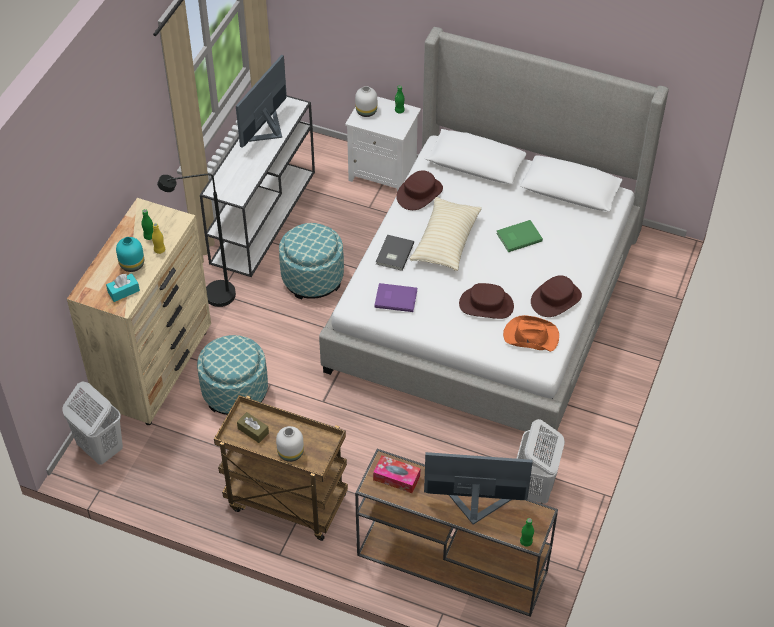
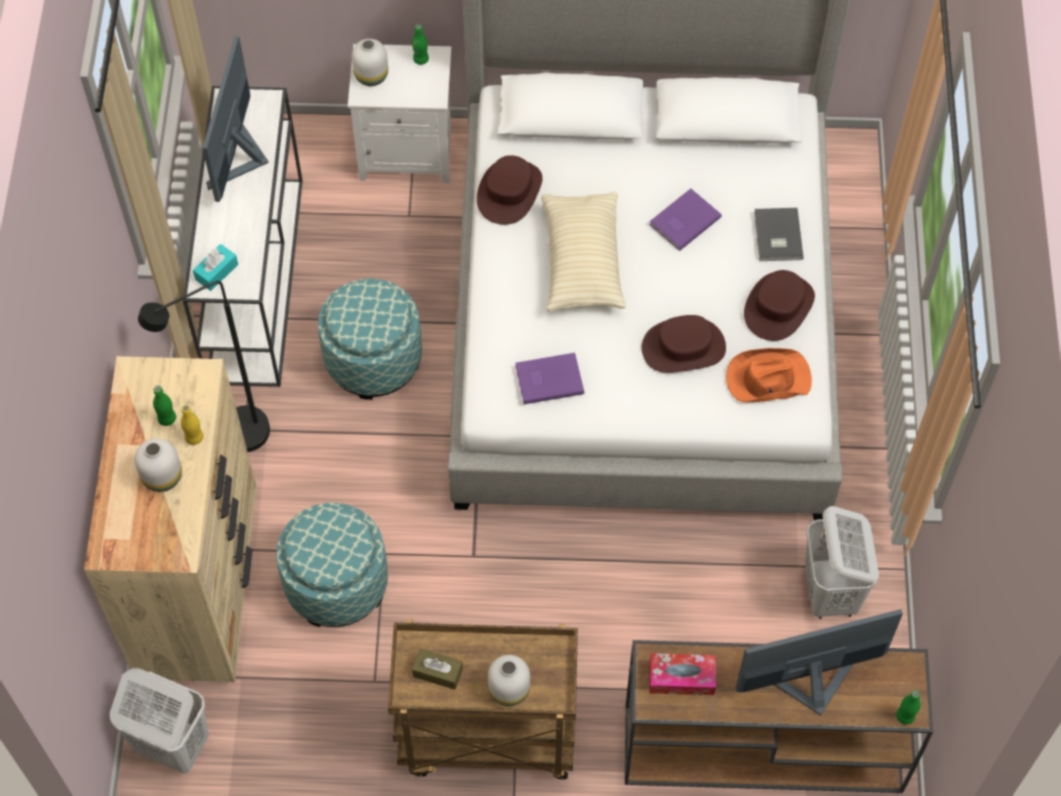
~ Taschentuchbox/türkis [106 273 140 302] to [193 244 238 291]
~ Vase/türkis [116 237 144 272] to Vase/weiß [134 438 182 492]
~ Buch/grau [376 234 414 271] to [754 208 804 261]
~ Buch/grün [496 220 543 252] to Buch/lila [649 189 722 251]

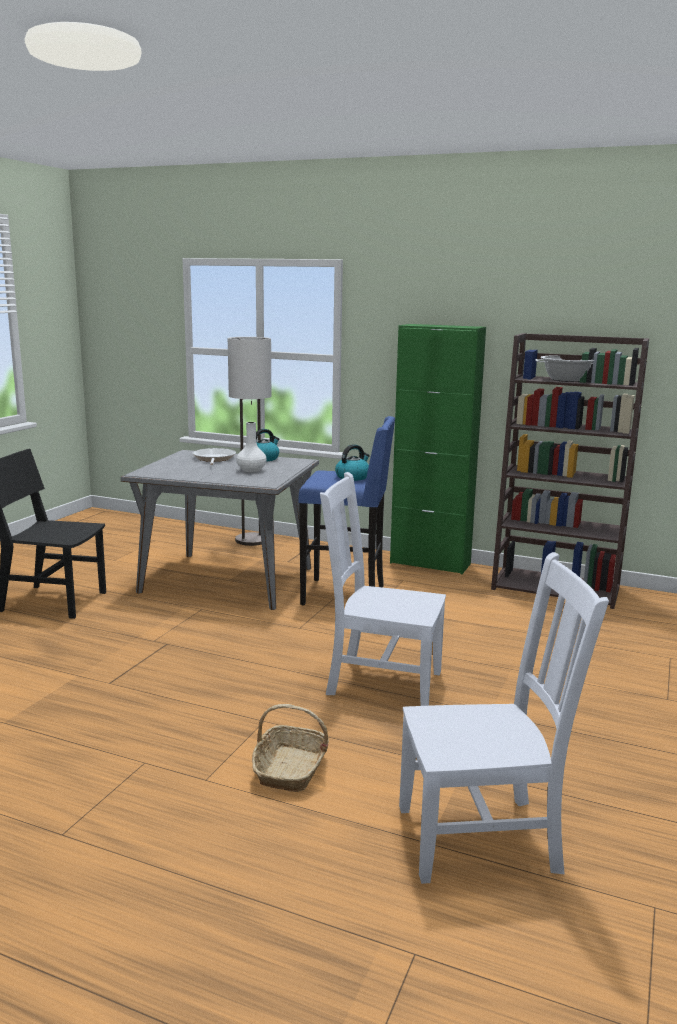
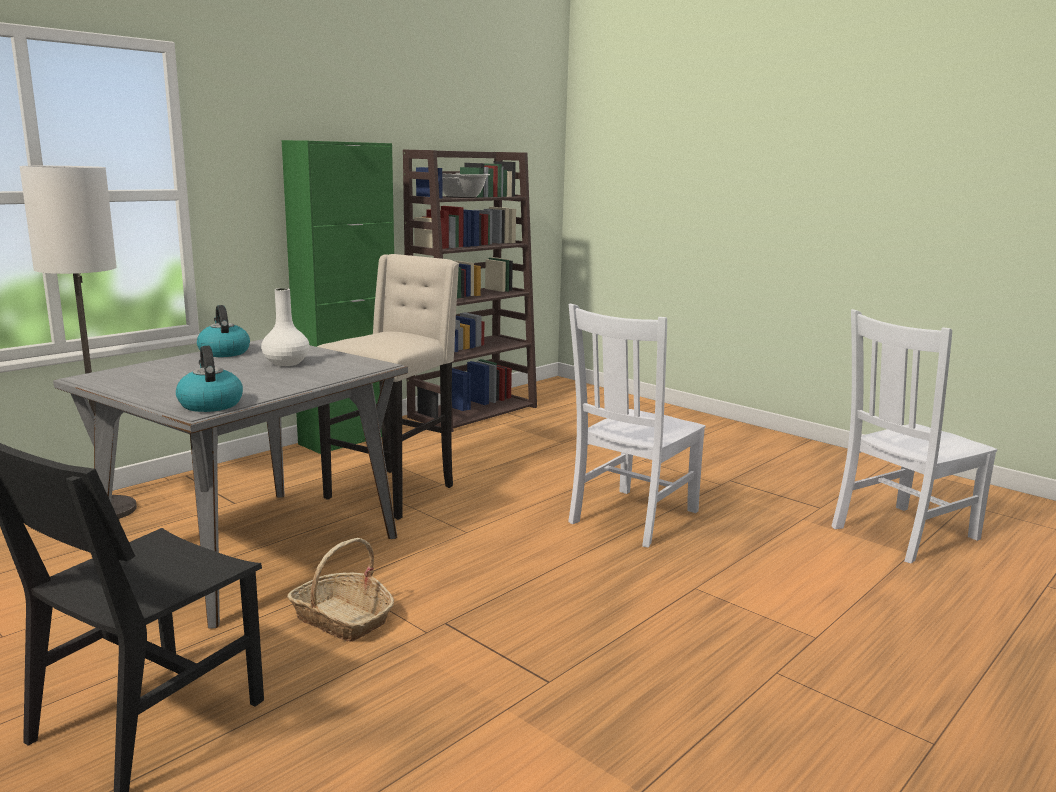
- Pfanne [192 448 236 465]
~ Korb [252 704 329 792] to [287 538 394 642]
~ Hocker/blau [298 416 395 605] to Hocker/beige [317 254 459 520]
~ Wasserkessel [335 444 370 481] to [176 346 243 412]
~ Stuhl/weiß [399 552 609 884] = [831 309 997 563] 135 degrees counterclockwise

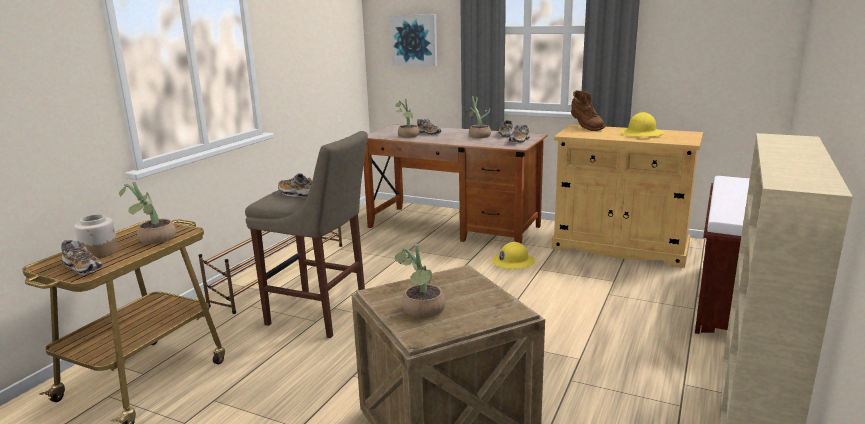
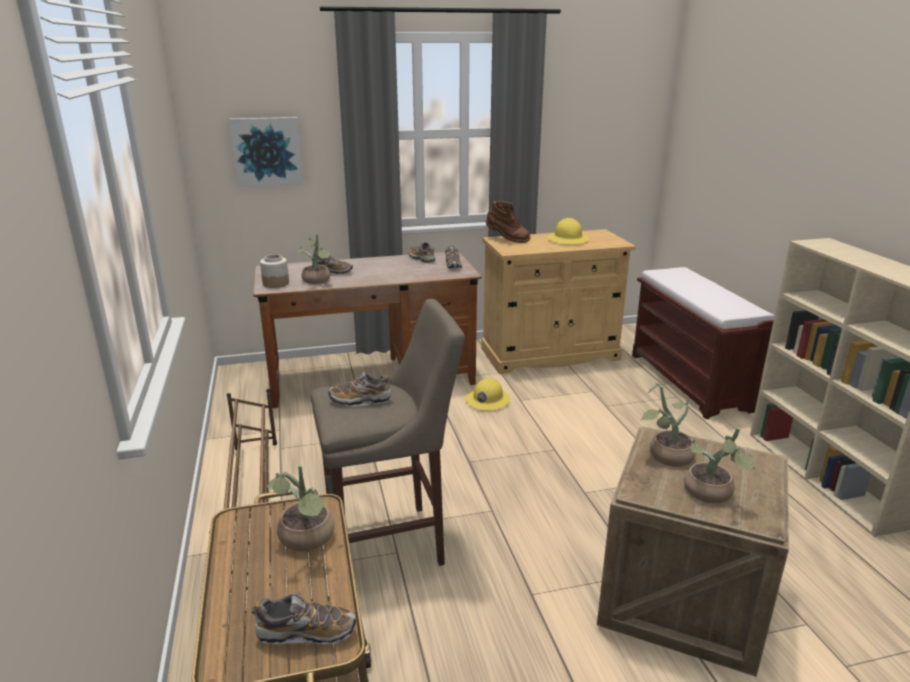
~ Vorratsglas [74 214 119 258] to [260 254 289 288]
~ Topfpflanze [464 96 491 138] to [641 383 696 467]

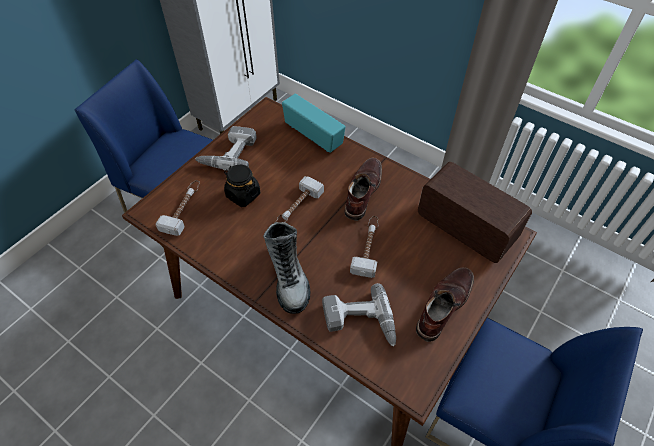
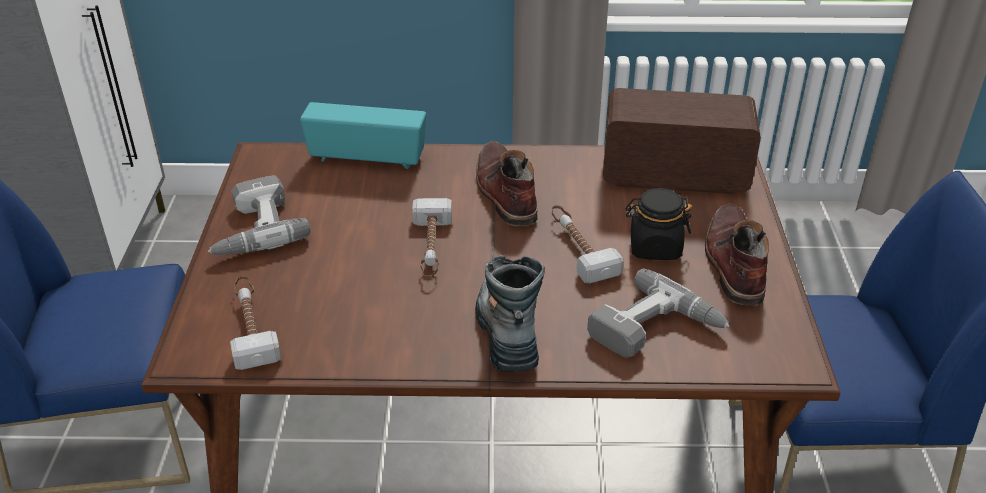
~ Vorratsglas/schwarz [224 165 260 207] to [625 188 692 260]
~ Stiefel [263 222 310 314] = [475 255 545 372] 135 degrees counterclockwise

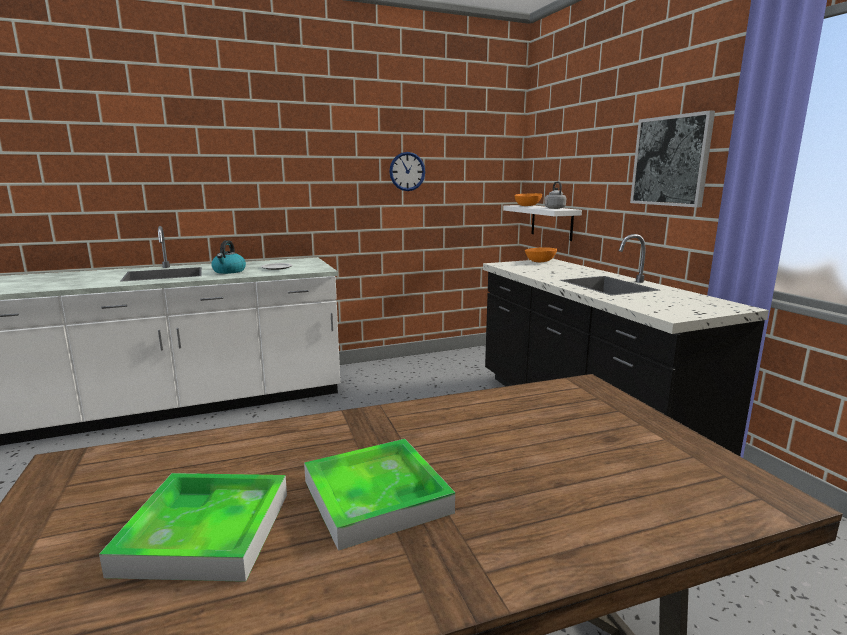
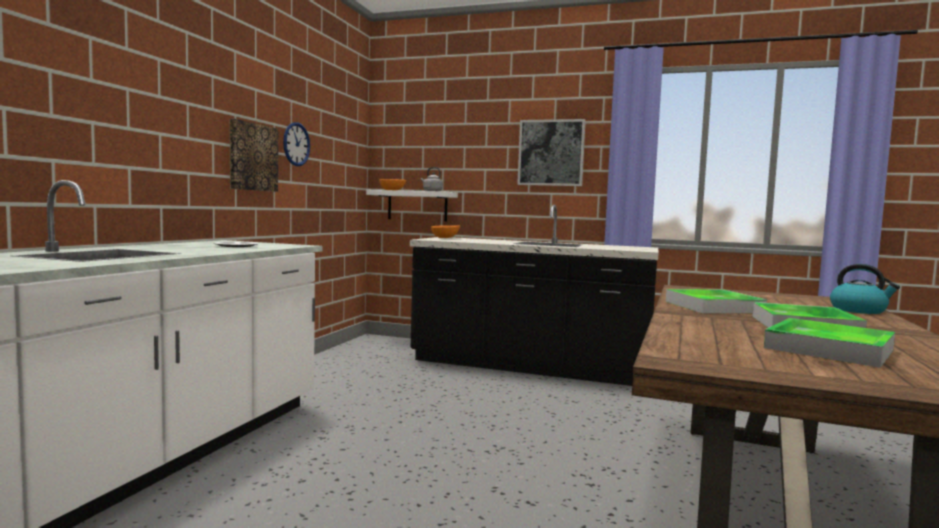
~ Wasserkessel [211 240 246 274] to [830 264 900 314]
+ Bild [230 119 278 192]
+ Tablett [666 289 767 313]

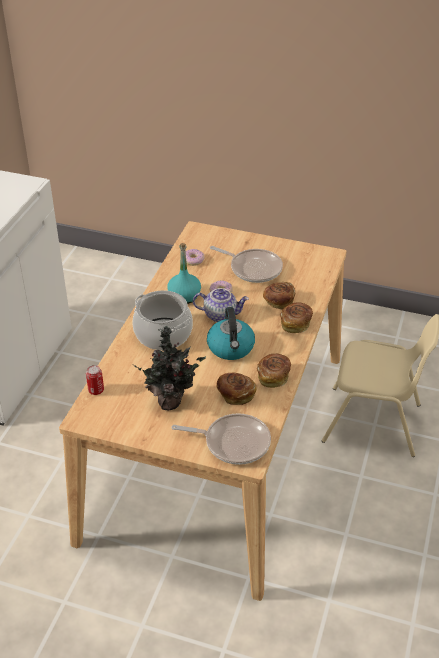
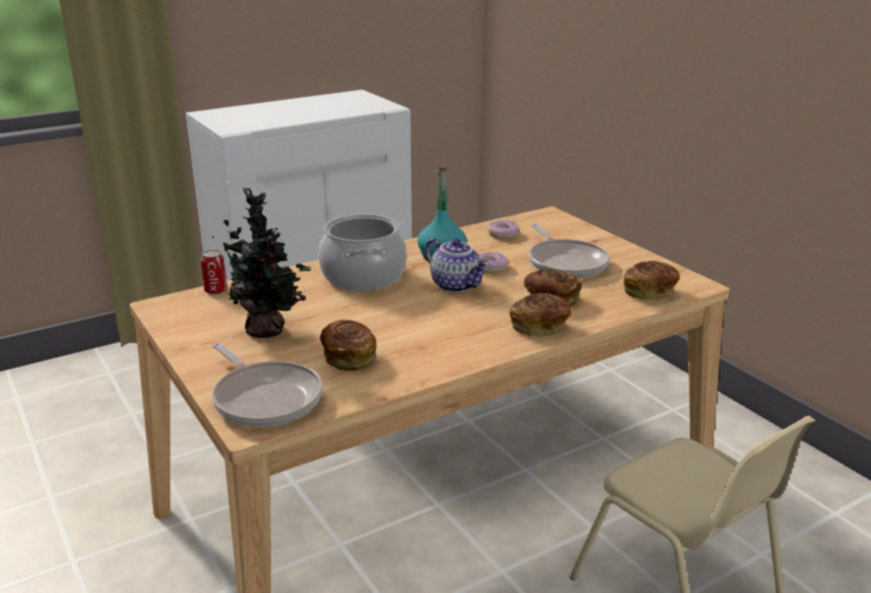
- Wasserkessel [207 307 255 360]
~ Brot [257 354 291 388] to [624 261 680 301]

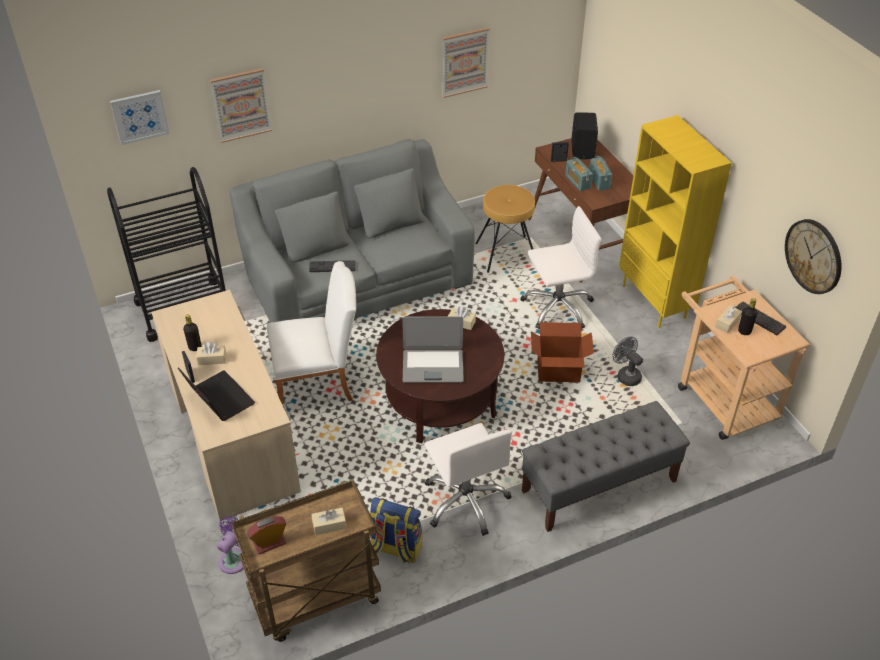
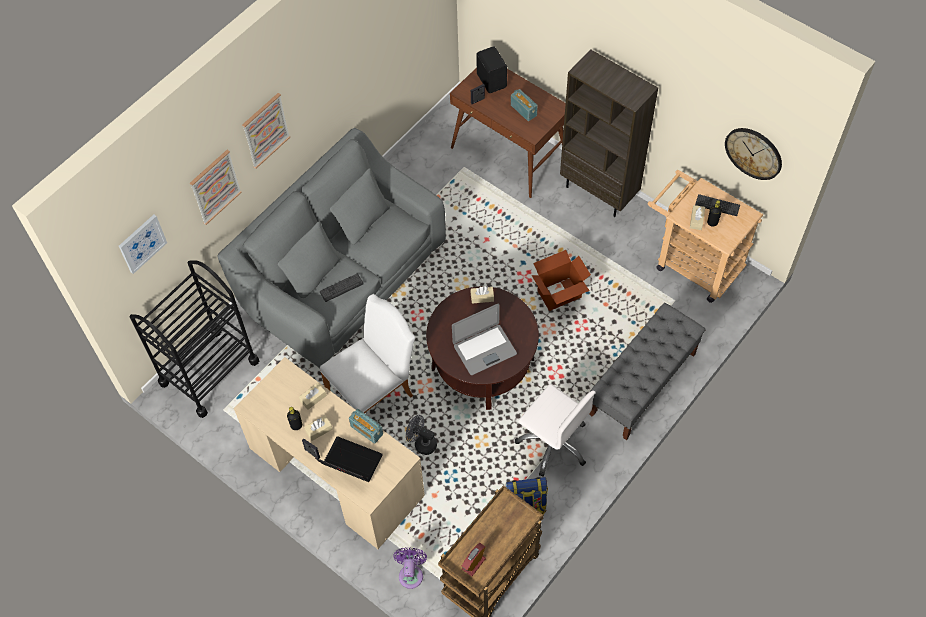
~ Taschentuchbox/beige [312 508 346 535] to [299 383 327 410]
~ Bild [442 27 490 98] to [242 93 290 169]
- Hocker/braun [475 185 535 273]
- Bürostuhl/weiß [520 206 602 329]
~ Radio [565 157 593 191] to [349 409 383 444]
~ Ventilator/grau [612 337 643 386] to [406 415 437 455]
~ Bücherregal/gelb [619 115 732 328] to Bücherregal/braun [560 49 658 217]

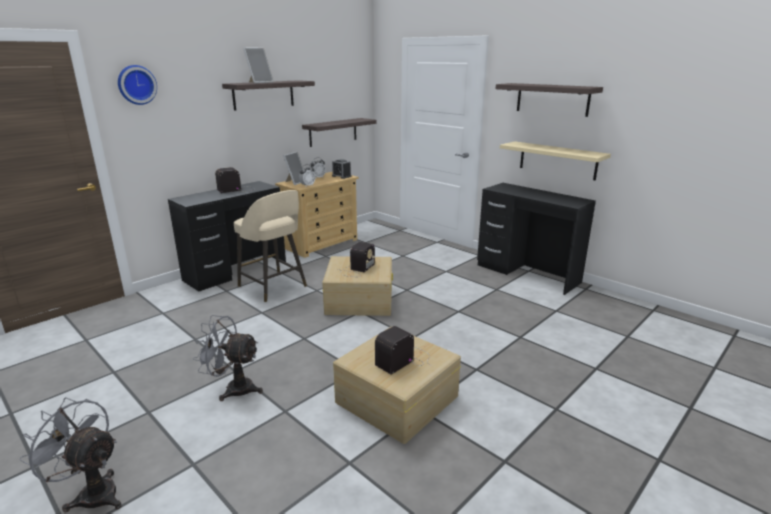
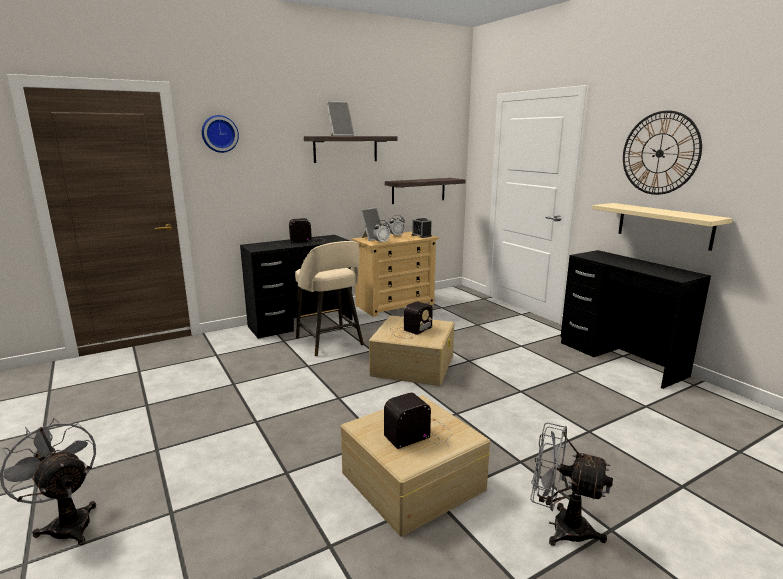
~ Ventilator/grau [193 315 263 401] to [530 423 613 546]
~ Wandregal [496 83 603 117] to Wanduhr [623 110 702 195]

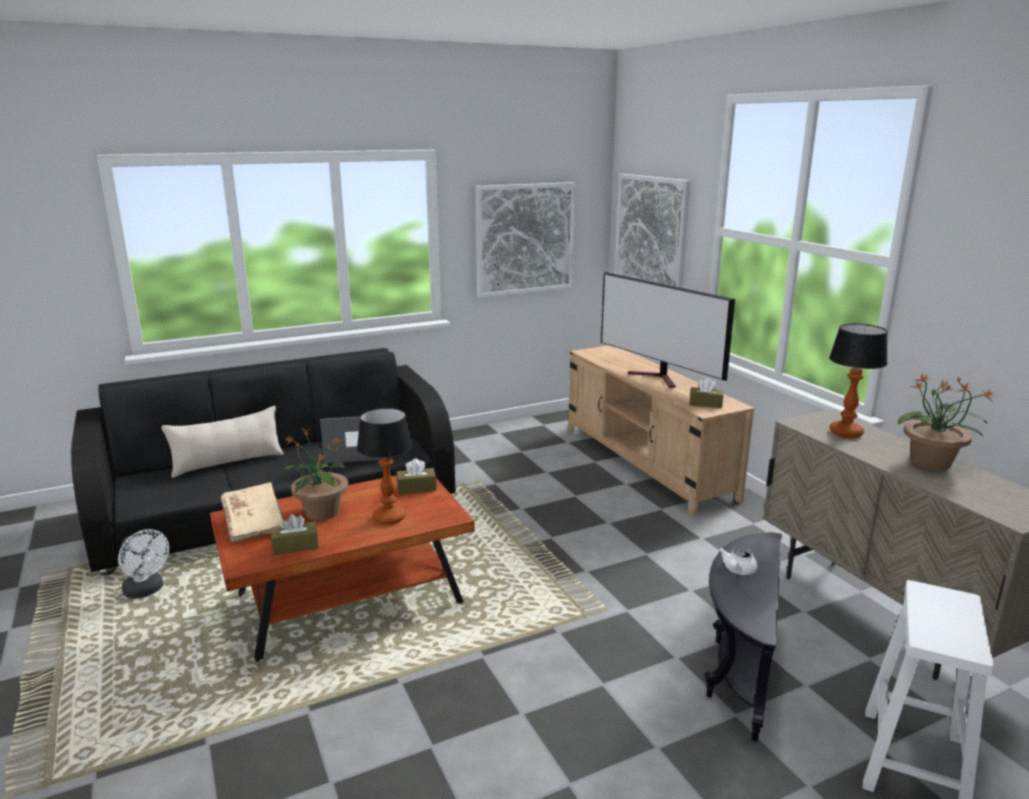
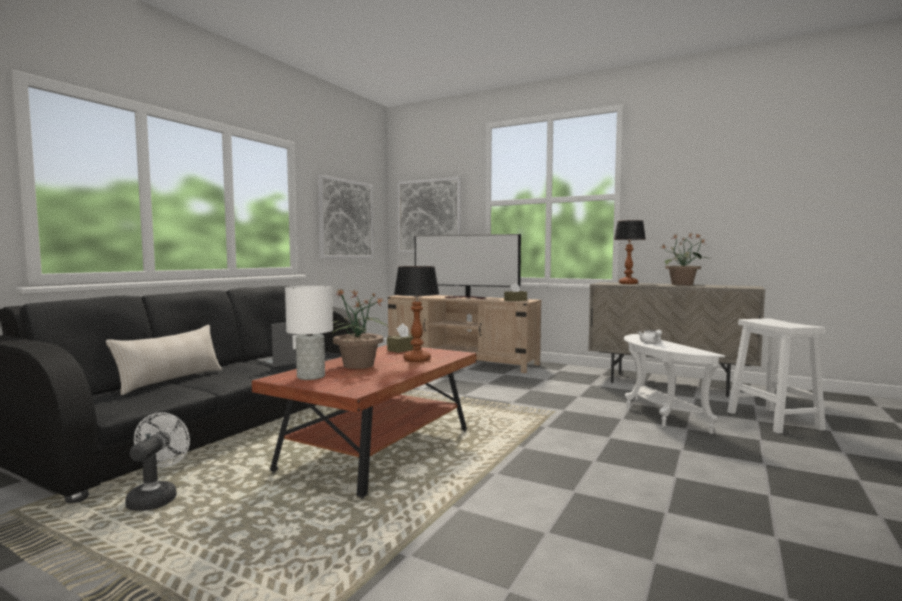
~ Ventilator/weiß [118 529 169 599] = [125 412 190 511] 90 degrees counterclockwise
~ Buch/beige [220 482 285 543] to Tischlampe/weiß [285 286 333 380]
- Taschentuchbox/braun [271 514 318 555]
~ Beistelltisch/schwarz [704 532 782 741] to Beistelltisch/weiß [624 334 725 434]

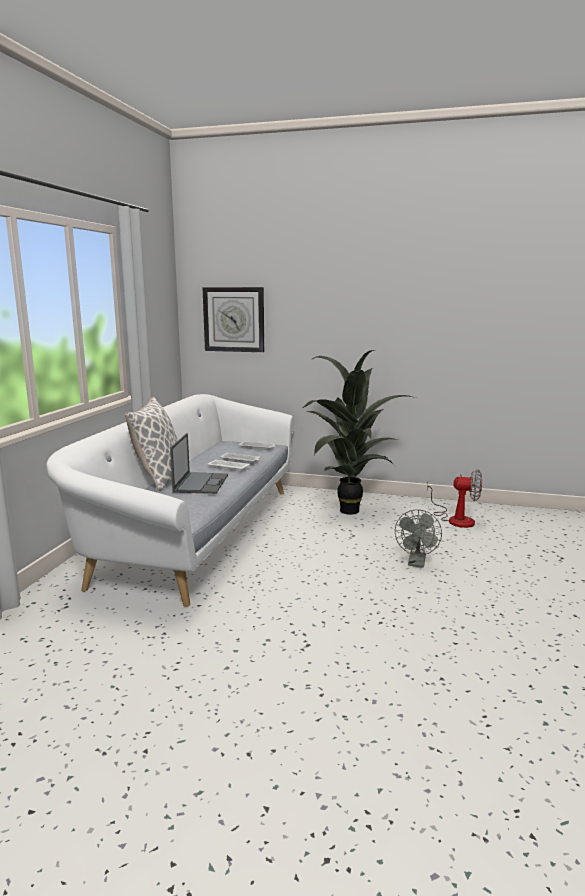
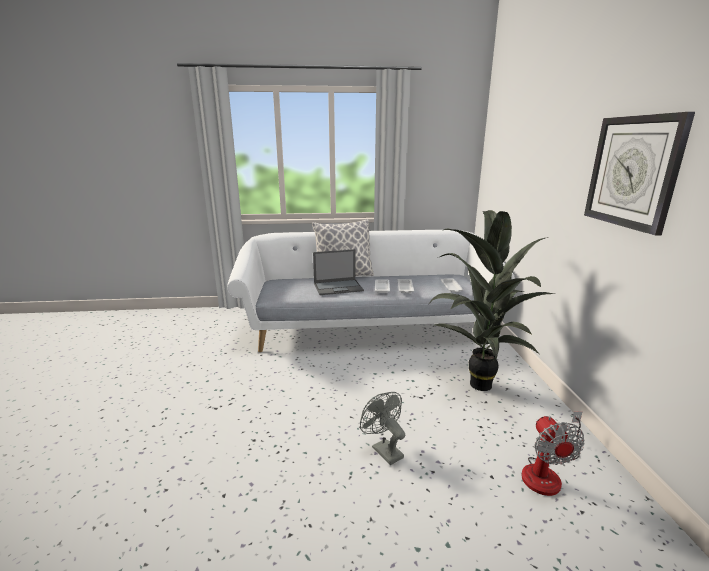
~ Wanduhr [202 287 264 352] to [584 112 695 236]
~ Ventilator/grau [395 509 442 567] = [360 392 405 465] 60 degrees clockwise

